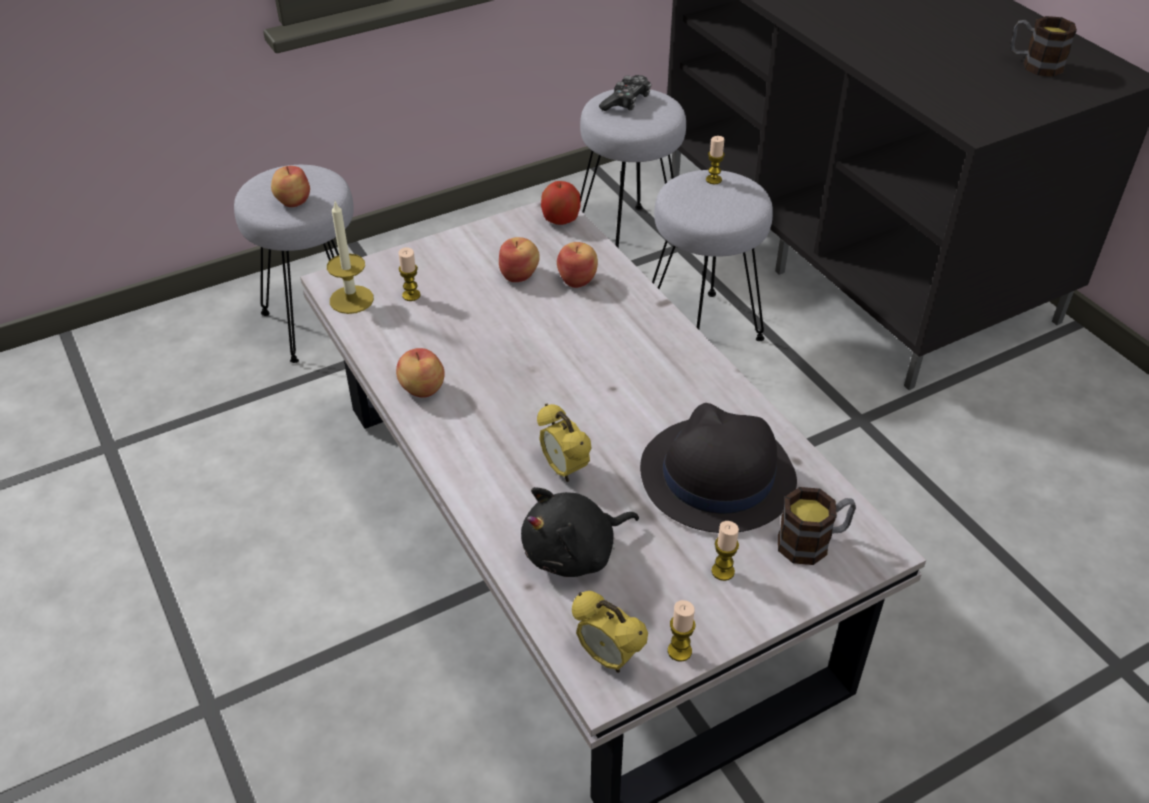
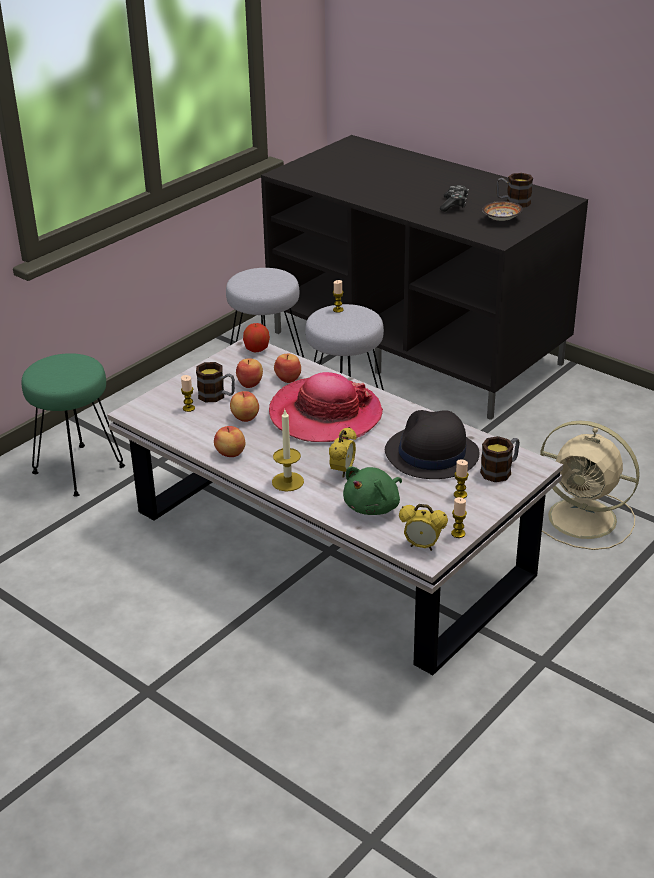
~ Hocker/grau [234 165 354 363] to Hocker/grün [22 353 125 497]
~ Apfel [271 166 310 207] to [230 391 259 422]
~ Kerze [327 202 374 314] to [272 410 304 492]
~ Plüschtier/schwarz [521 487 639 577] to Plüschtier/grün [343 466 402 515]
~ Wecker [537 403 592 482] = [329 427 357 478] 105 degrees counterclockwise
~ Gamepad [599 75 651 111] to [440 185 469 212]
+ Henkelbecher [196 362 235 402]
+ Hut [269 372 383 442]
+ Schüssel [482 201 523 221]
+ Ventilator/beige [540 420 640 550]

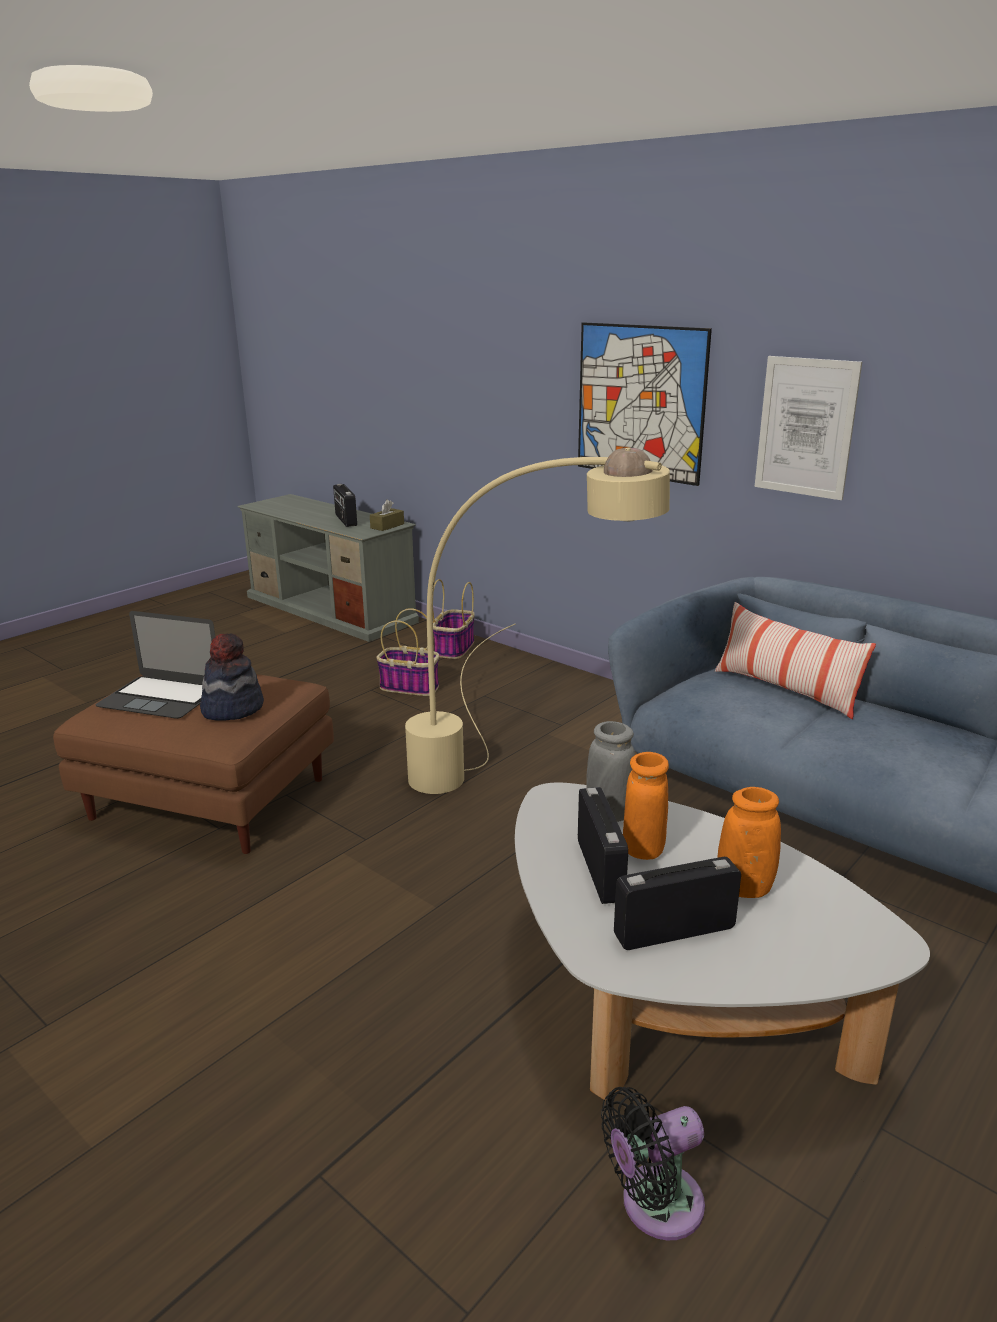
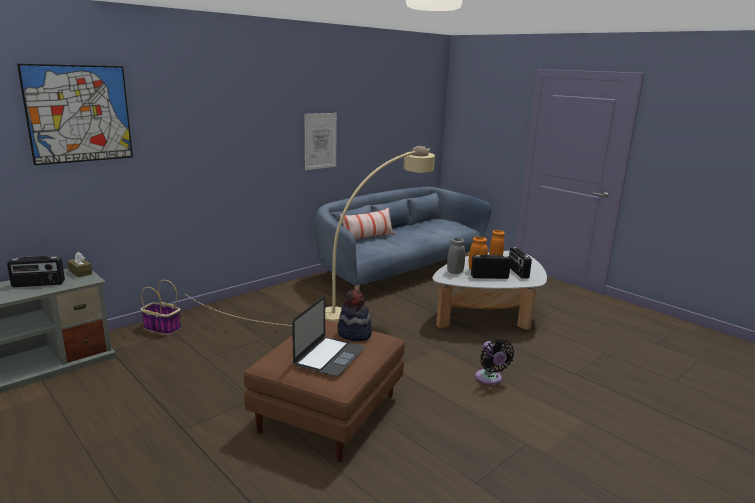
- Korb [376 608 439 696]
~ Bild [578 322 712 486] to [17 64 133 165]
~ Ventilator/schwarz [601 1087 705 1241] to [475 339 514 385]

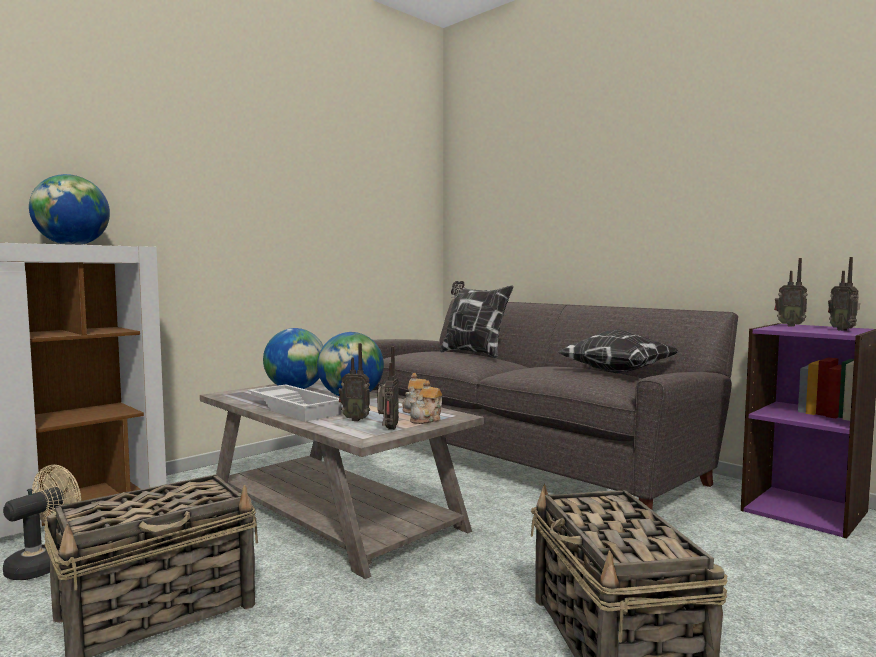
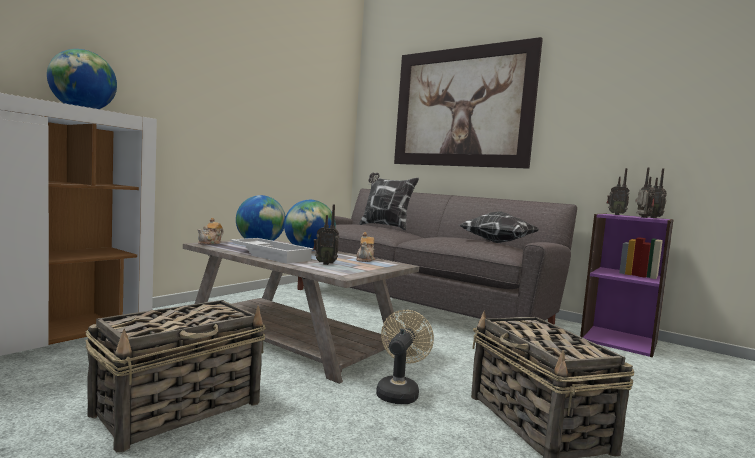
~ Ventilator/beige [3 465 81 580] to [376 310 434 404]
~ Radio [377 346 399 430] to [635 167 655 218]
~ Teekanne [410 380 442 424] to [197 218 224 245]
+ Bild [394 37 543 169]

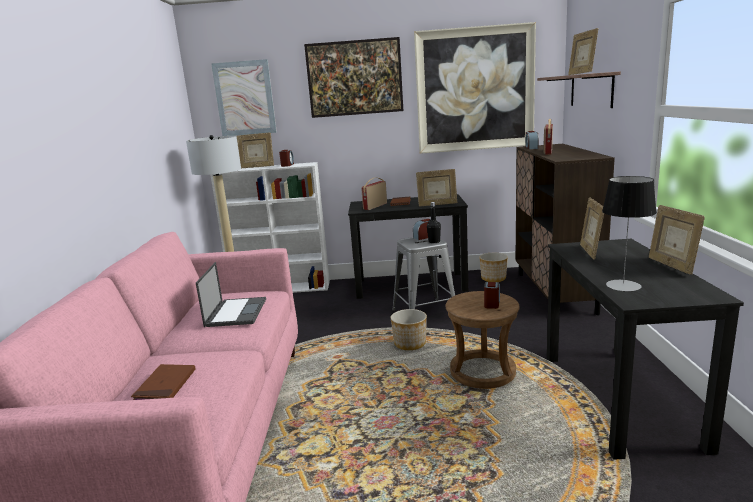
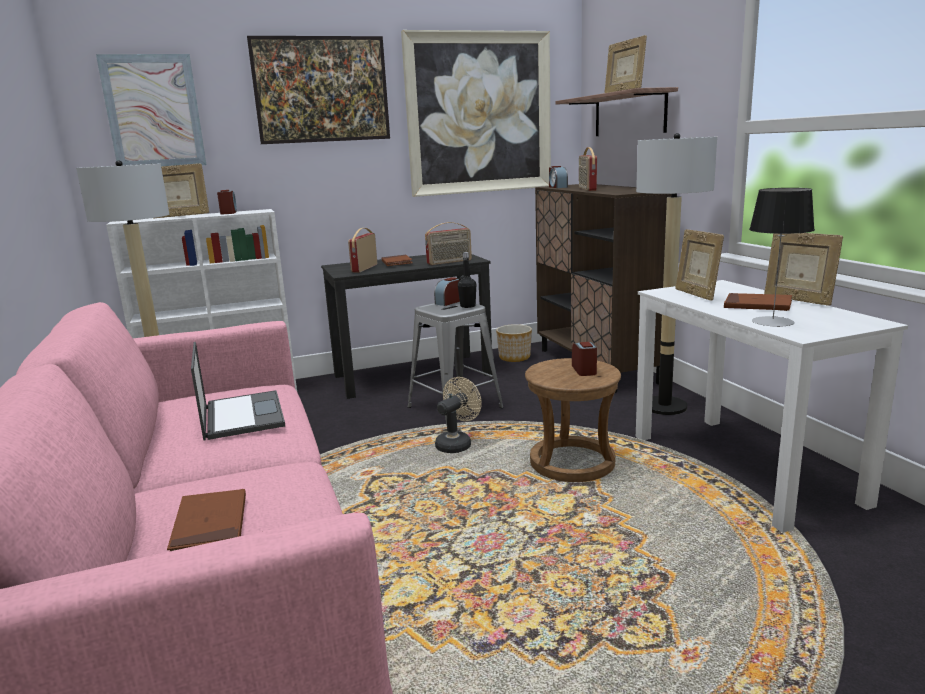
~ Pflanzkübel [390 309 427 350] to Ventilator/beige [435 377 482 453]
~ Bilderrahmen [416 169 457 207] to Radio [425 222 472 265]
~ Schreibtisch/schwarz [547 239 744 460] to Schreibtisch/weiß [636 280 908 533]
+ Stehlampe [636 133 717 415]
+ Buch/braun [724 293 792 311]

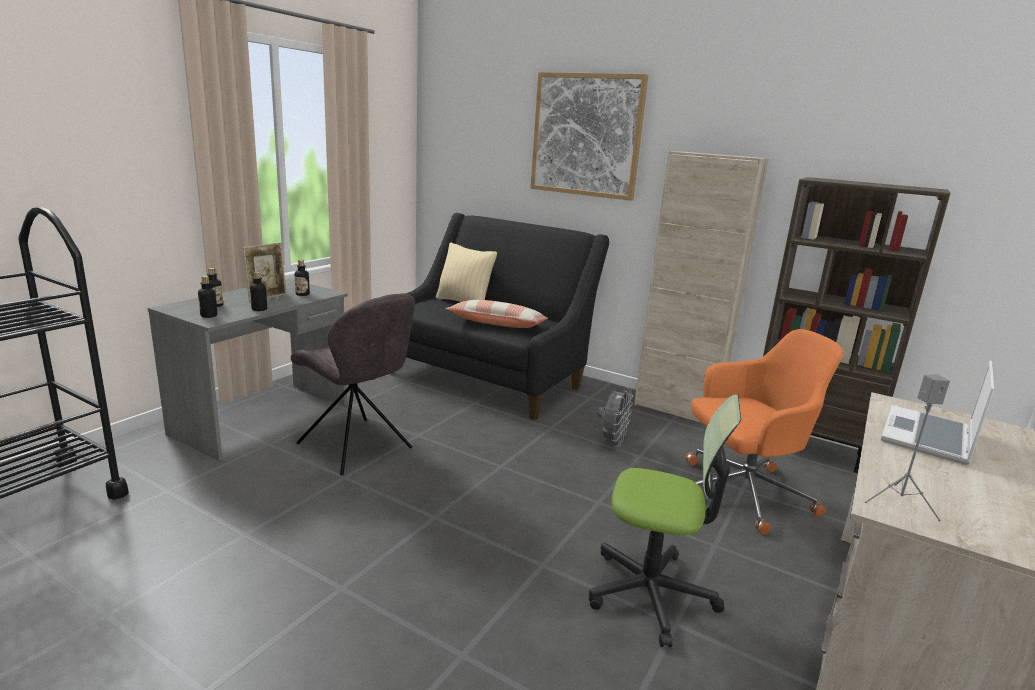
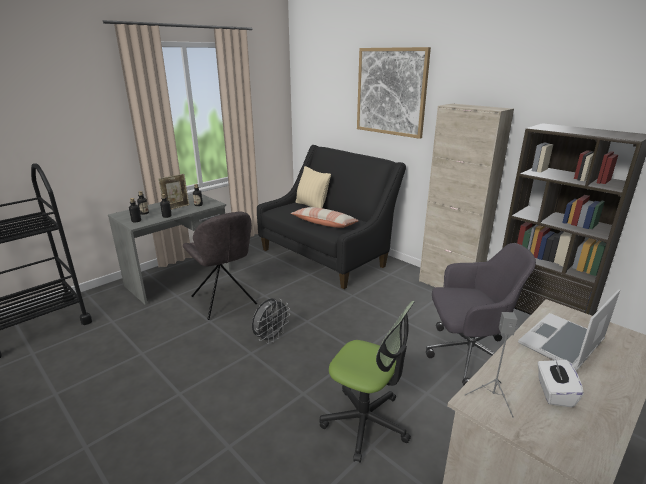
~ Ventilator/grau [597 387 633 447] to [252 298 290 344]
~ Bürostuhl/orange [685 329 843 535] to Bürostuhl/grau [426 243 536 386]
+ Taschentuchbox/weiß [538 357 584 408]

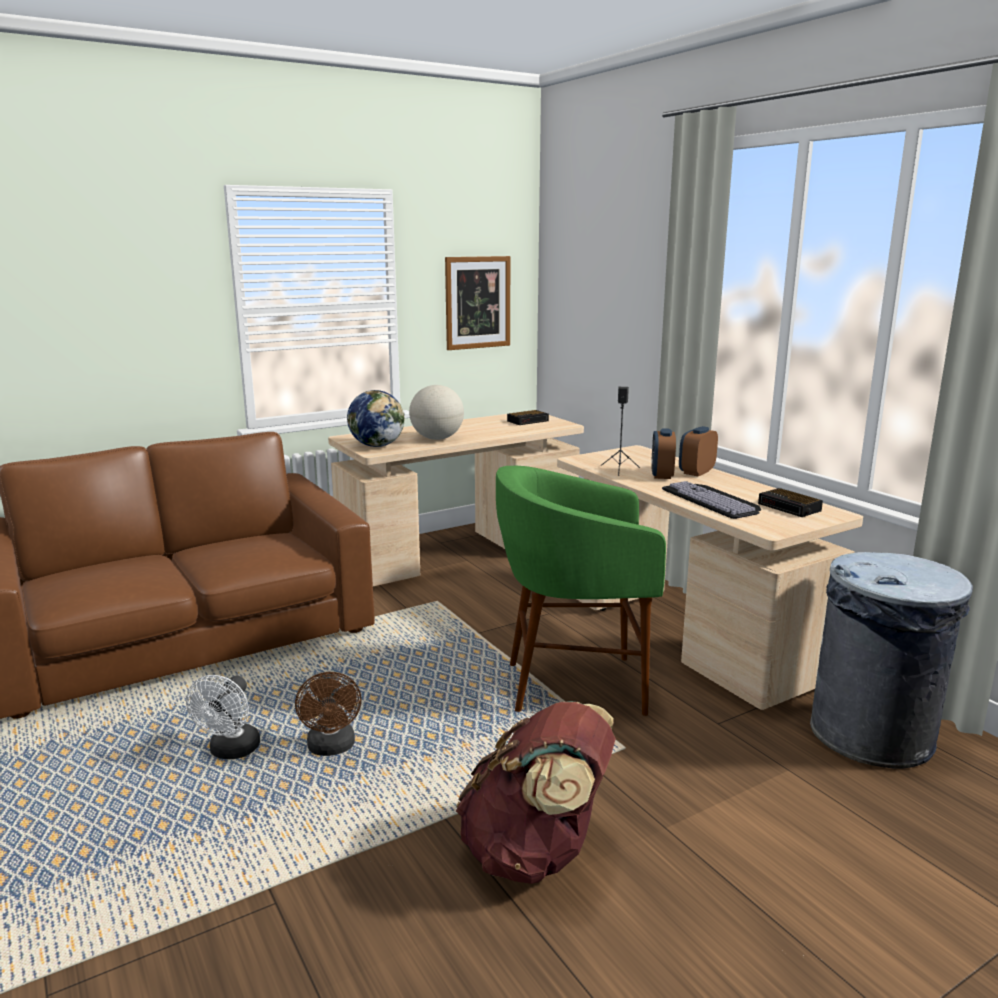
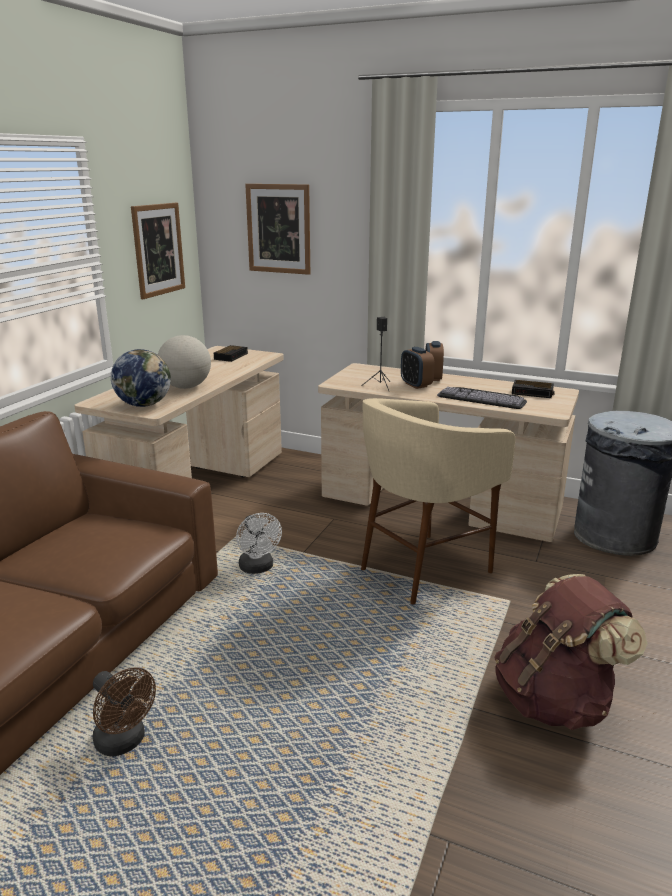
~ Ventilator/weiß [186 675 260 759] to [236 513 282 574]
~ Ventilator/braun [295 672 362 756] to [92 667 156 756]
~ Hocker/grün [496 466 666 716] to Hocker/beige [361 398 515 604]
+ Bild [245 184 310 275]

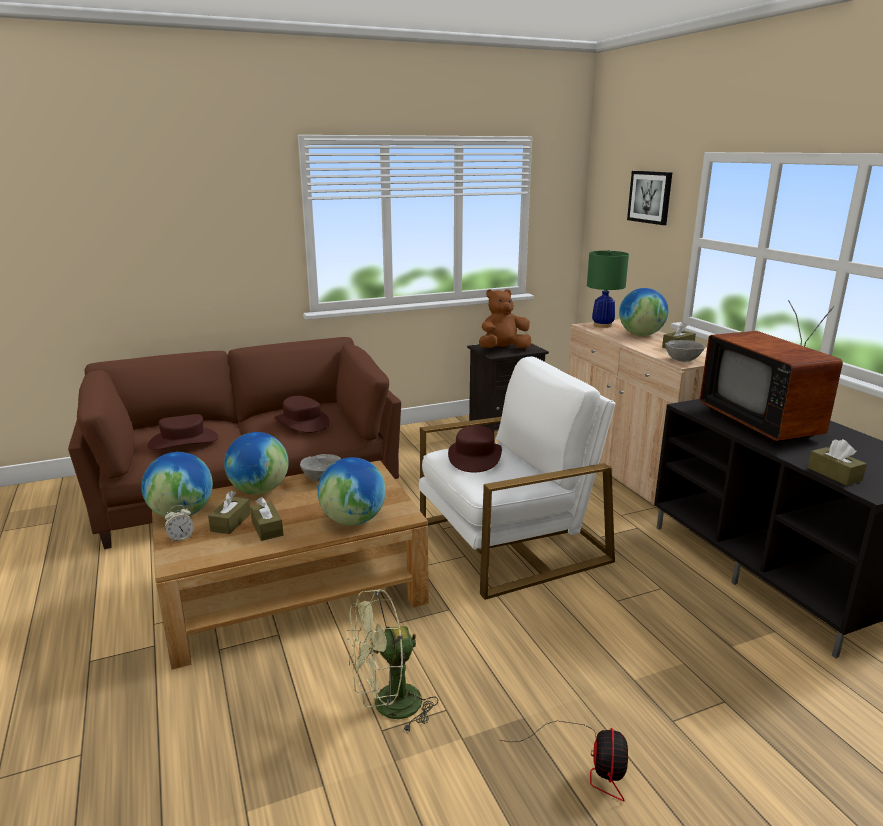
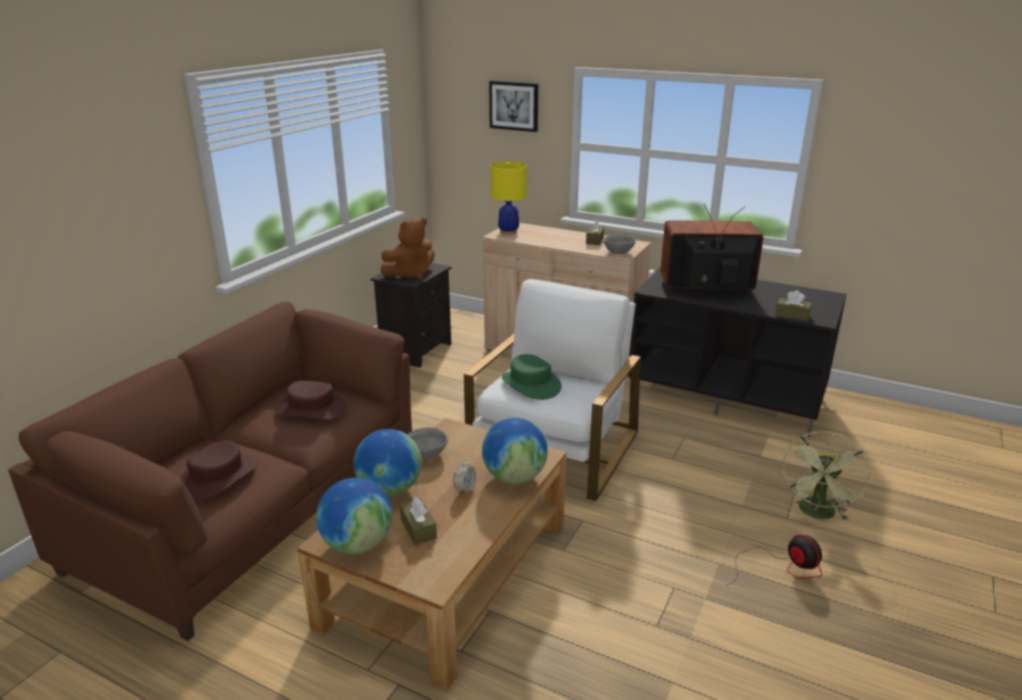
~ Wecker [165 505 194 542] to [453 459 476 495]
- Taschentuchbox/braun [250 497 283 541]
~ Ventilator/grün [347 589 438 733] to [782 431 870 521]
~ Hut/braun [448 425 502 472] to Hut/grün [502 354 562 400]
~ Plüschtier/braun [479 289 531 348] = [380 218 435 280] 150 degrees counterclockwise
~ Tischlampe/grün [587 250 629 328] to Tischlampe/gelb [490 161 527 235]
- Globus [619 288 668 336]
~ Fernseher [700 300 843 442] = [660 204 764 292] 150 degrees clockwise

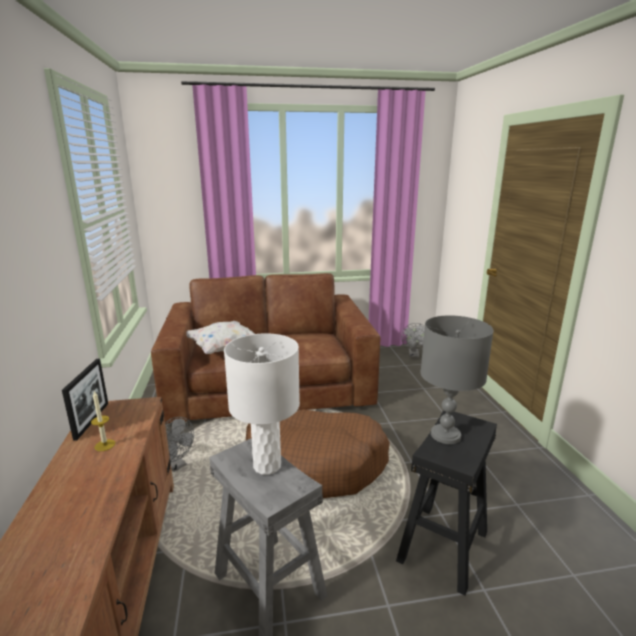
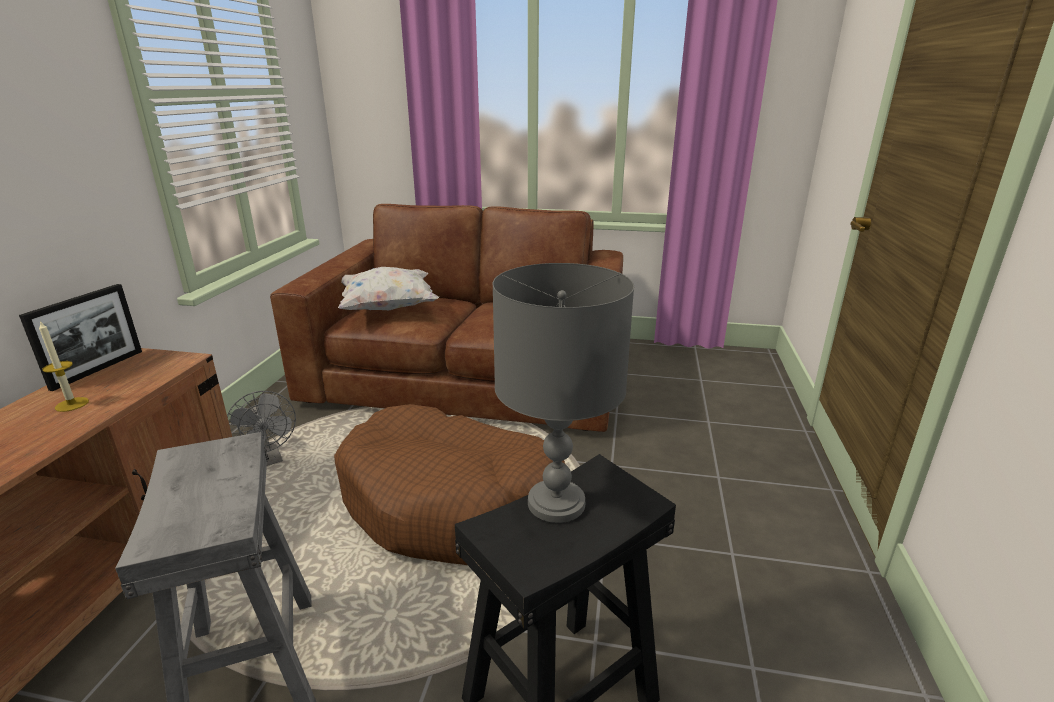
- Tischlampe/weiß [224 333 300 475]
- Ventilator/grau [401 323 425 358]

